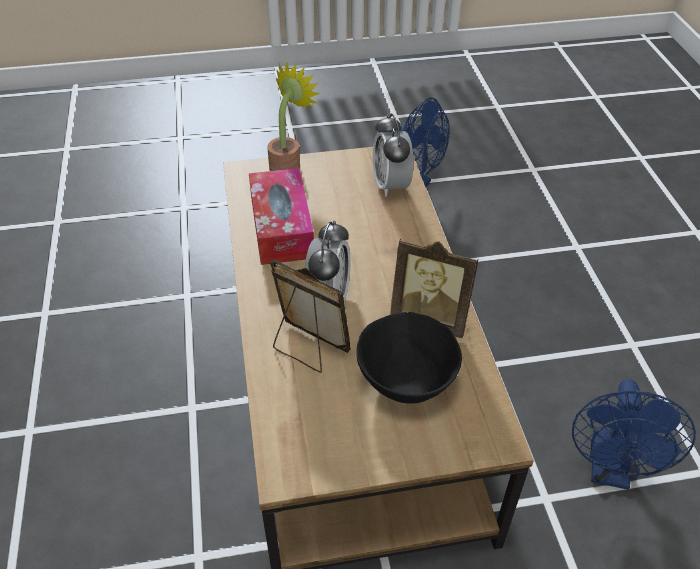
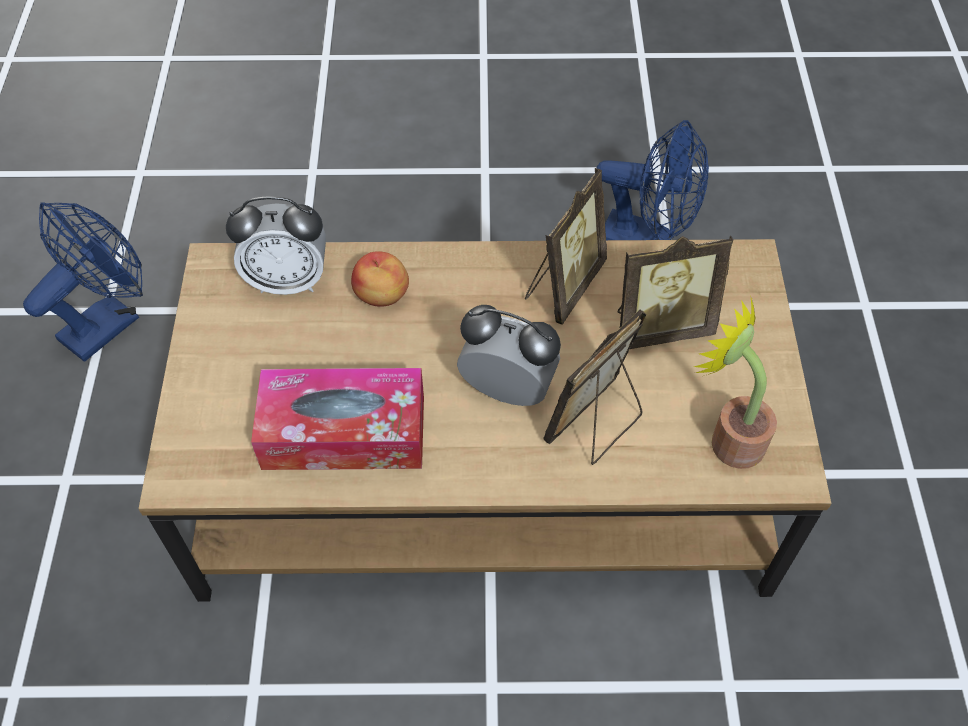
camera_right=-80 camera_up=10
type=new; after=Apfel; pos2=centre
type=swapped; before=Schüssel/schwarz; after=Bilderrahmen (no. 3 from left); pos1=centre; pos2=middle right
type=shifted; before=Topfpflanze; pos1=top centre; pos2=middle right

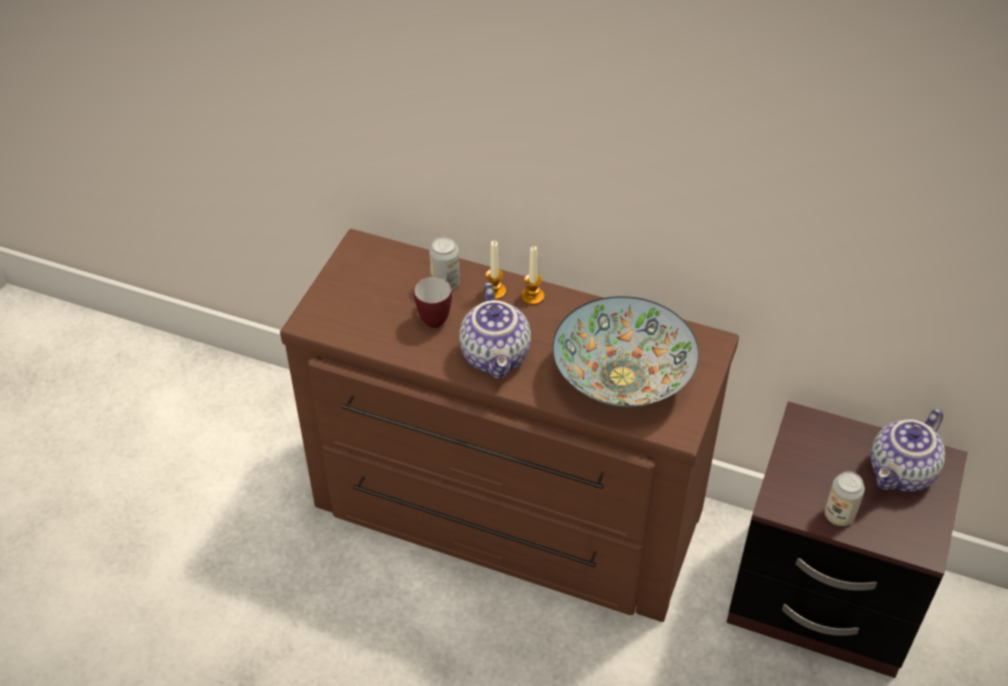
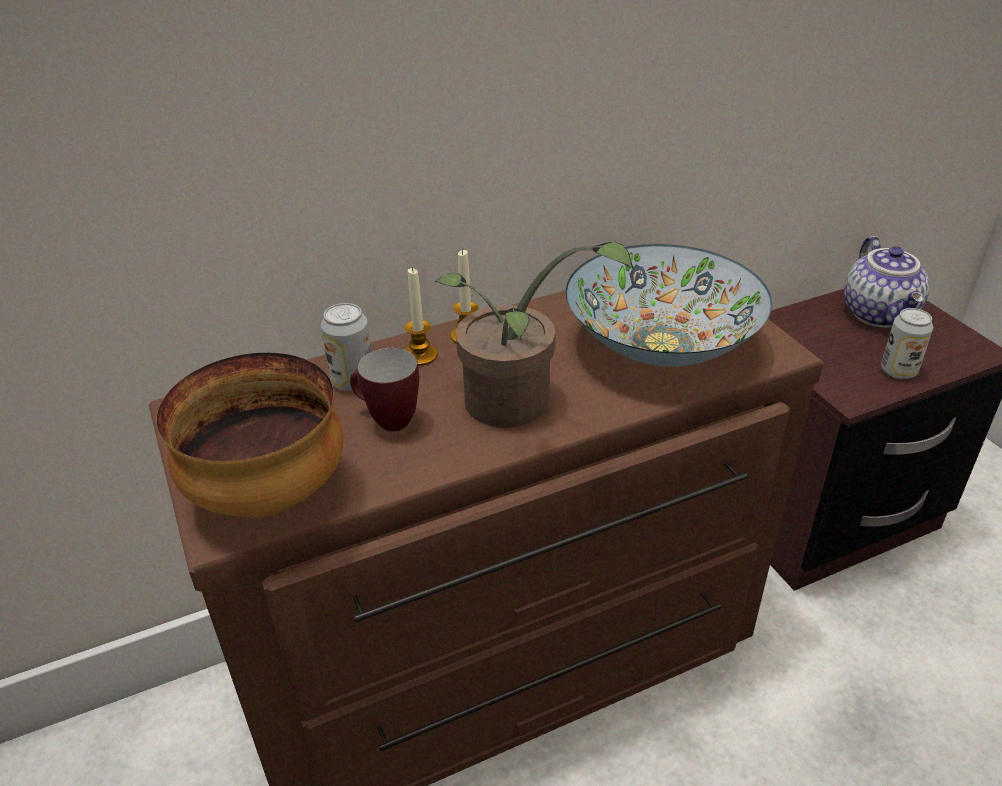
camera_right=-45 camera_up=-10
type=new; after=Schüssel (no. 1 from left); pos2=middle left
type=swapped; before=Teekanne (no. 1 from left); after=Topfpflanze; pos1=centre; pos2=centre

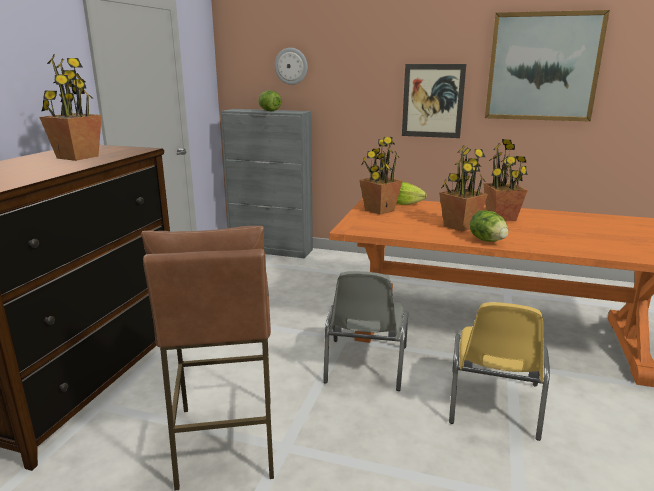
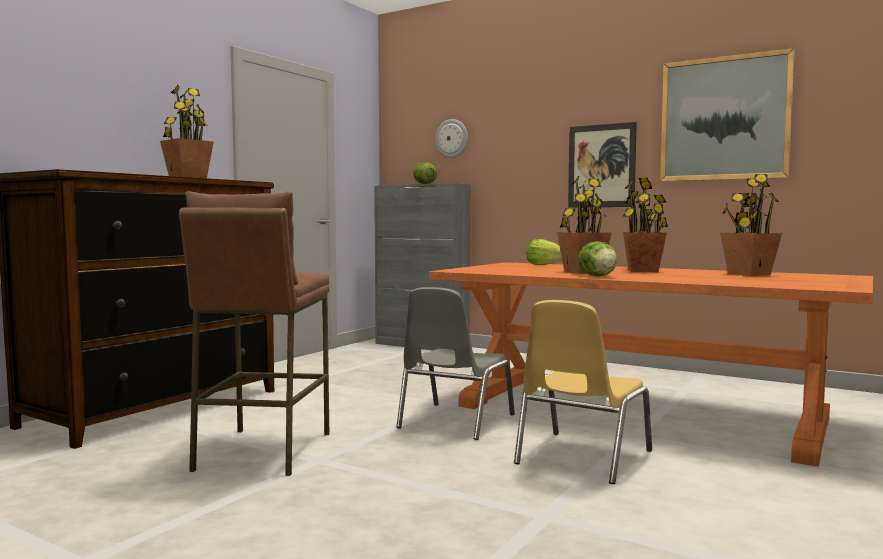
camera_right=15 camera_up=-15
type=shifted; before=Topfpflanze (no. 2 from left in the first image); after=Topfpflanze (no. 4 from left); pos1=centre; pos2=middle right

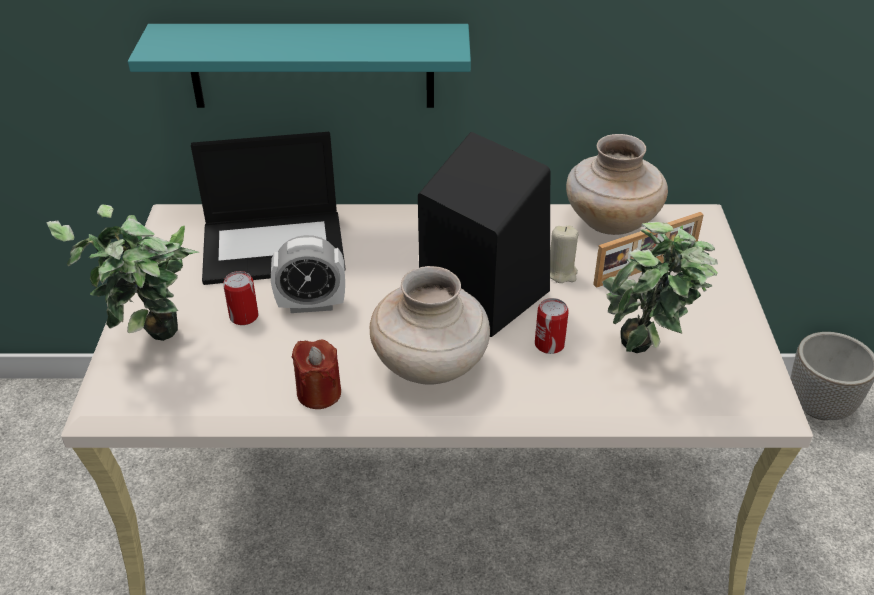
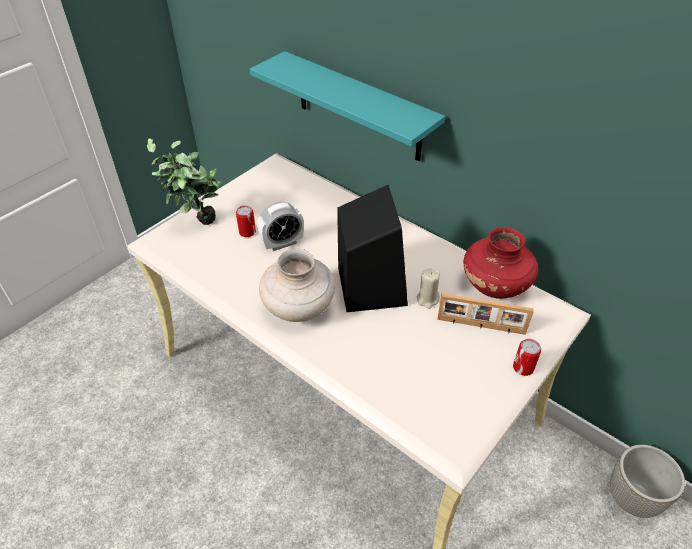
camera_right=40 camera_up=5
type=rotated; before=Wecker; pos1=centre; pos2=centre; turn=-60
type=repainted; before=Vase/beige (no. 2 from left); after=Vase/rot; pos1=top right; pos2=middle right
type=shifted; before=Dose (no. 2 from left); pos1=centre; pos2=middle right
type=gone; before=Laptop; pos1=middle left
type=gone; before=Kerze/rot; pos1=centre
type=gone; before=Topfpflanze (no. 2 from left); pos1=middle right

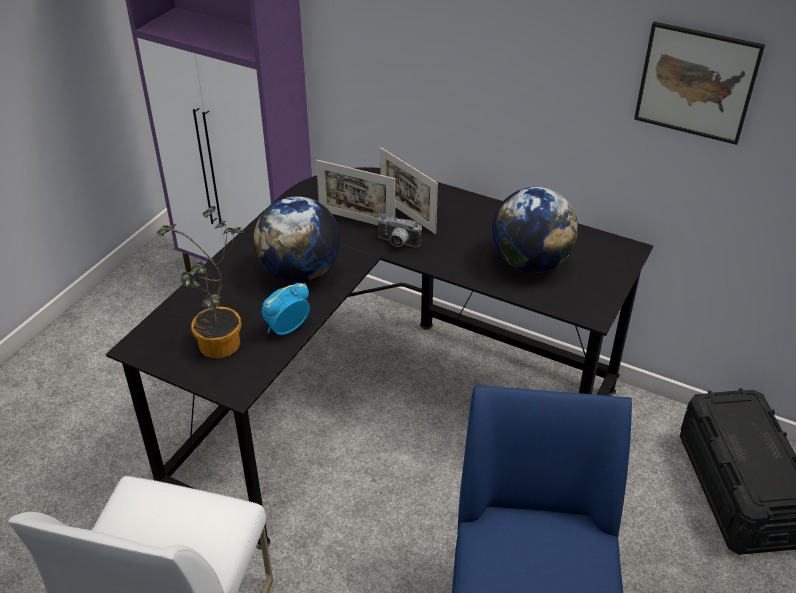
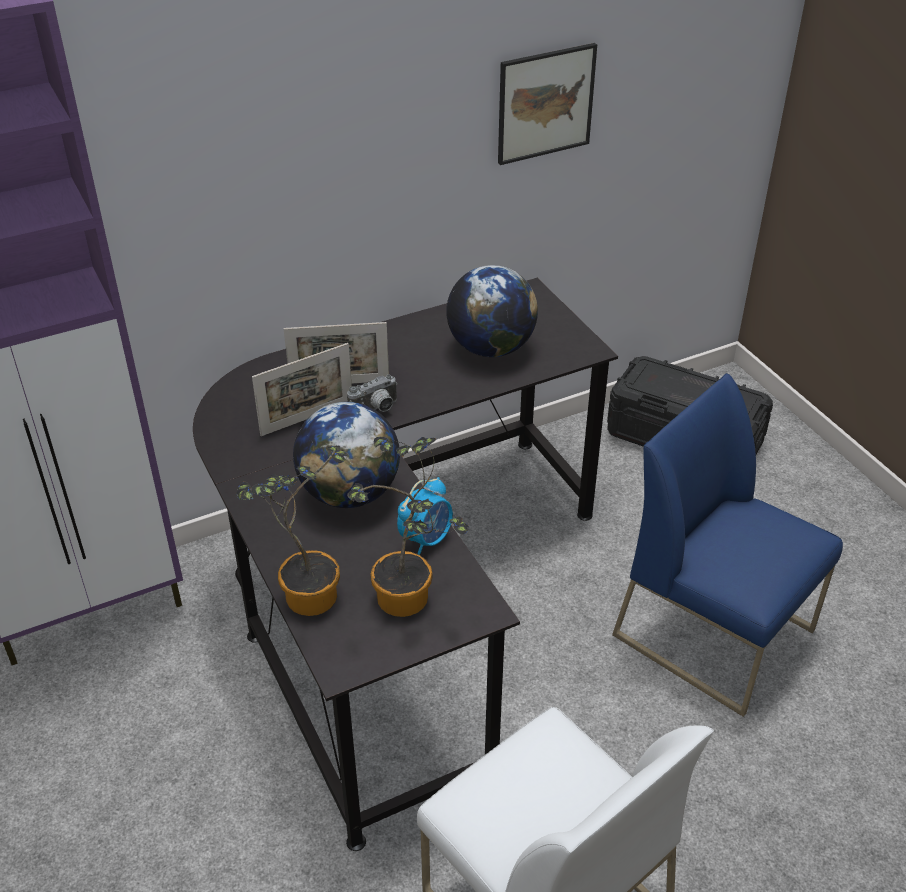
camera_right=-55 camera_up=0
type=new; after=Topfpflanze (no. 1 from left); pos2=middle left
type=rotated; before=Wecker; pos1=centre; pos2=centre; turn=-135

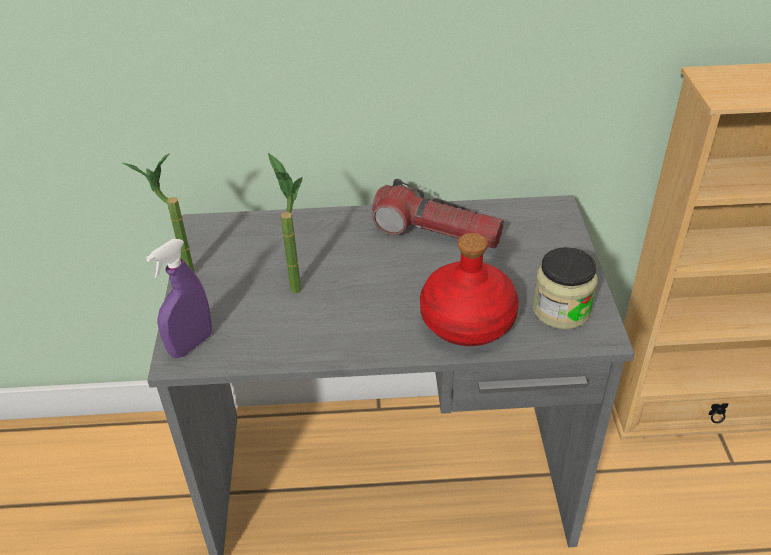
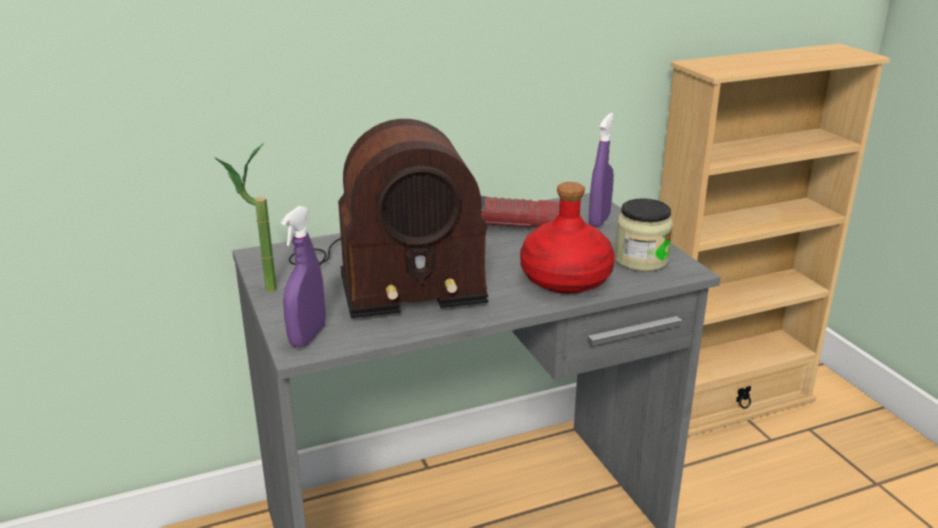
camera_right=-20 camera_up=-15
type=swapped; before=Topfpflanze (no. 2 from left); after=Radio; pos1=centre; pos2=centre
type=new; after=Sprühflasche/lila (no. 2 from left); pos2=top centre

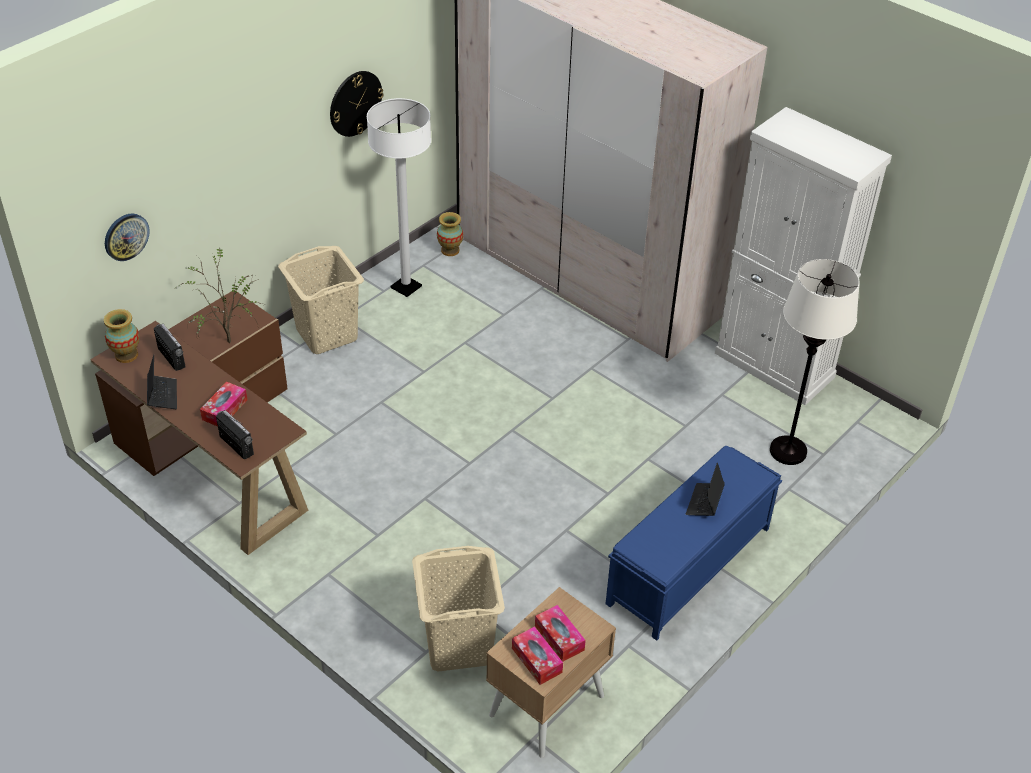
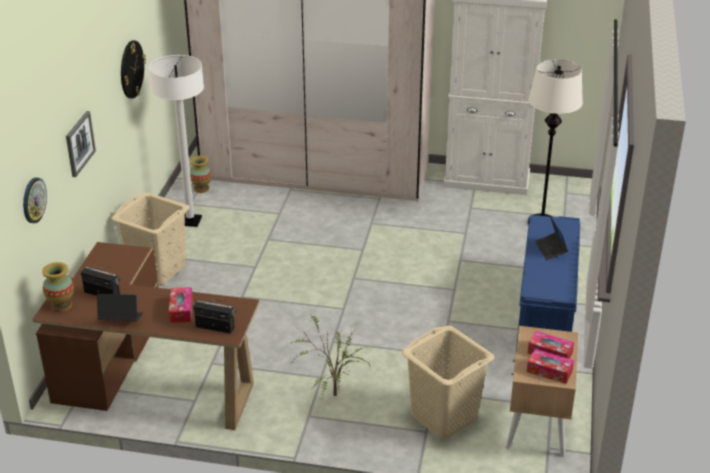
camera_right=-30 camera_up=-10
type=new; after=Bild; pos2=top left
type=rotated; before=Laptop (no. 1 from left); pos1=middle left; pos2=middle left; turn=-45
type=shifted; before=Topfpflanze; pos1=middle left; pos2=bottom centre

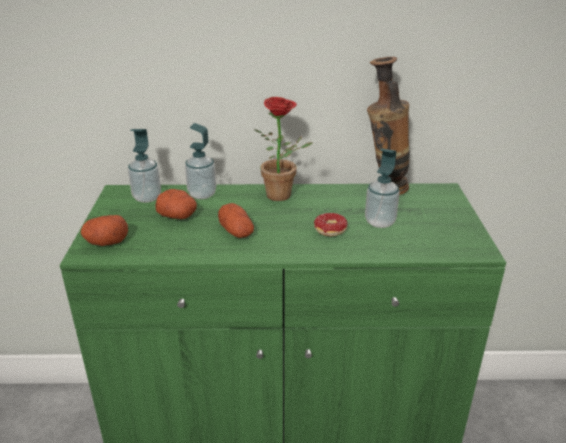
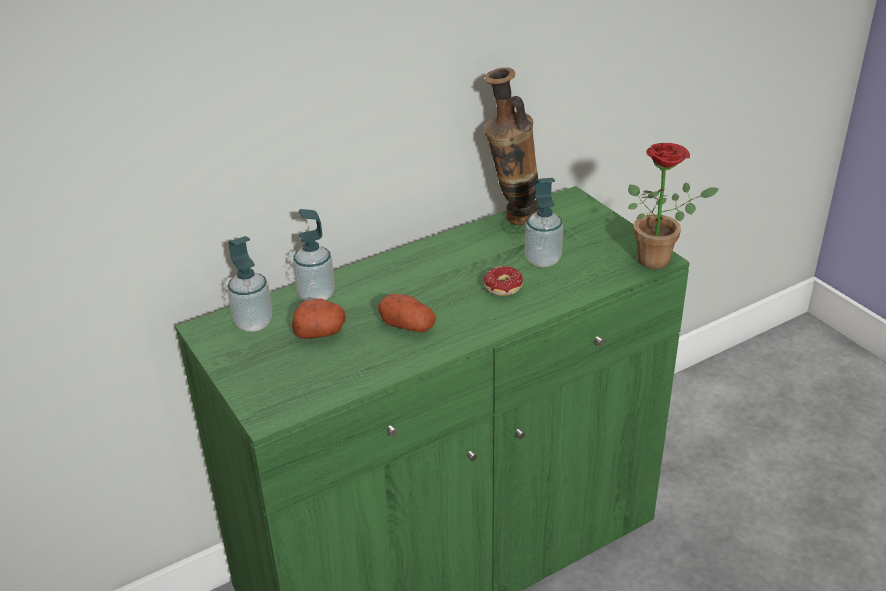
camera_right=-30 camera_up=5
type=shifted; before=Topfpflanze; pos1=centre; pos2=middle right
type=gone; before=Kartoffel (no. 1 from left); pos1=middle left

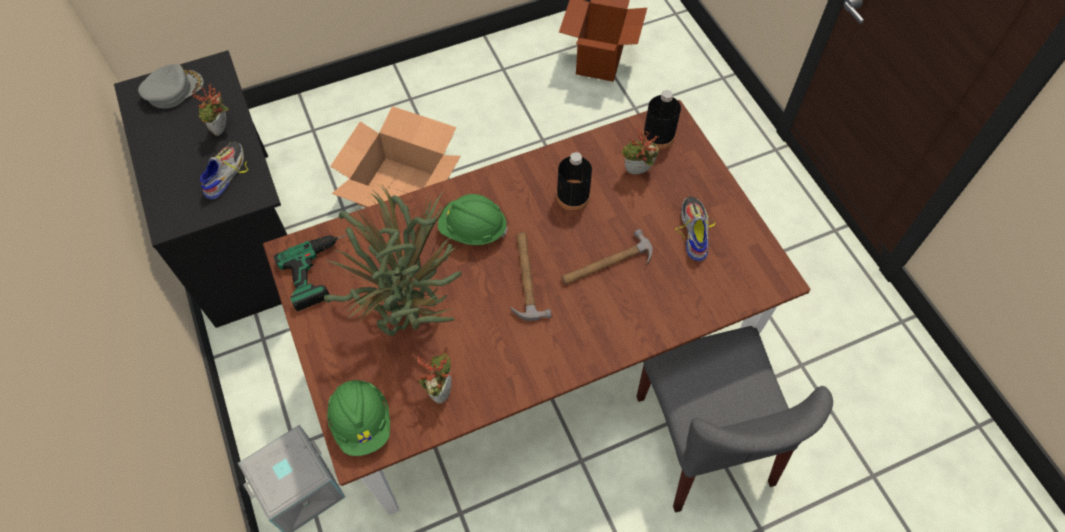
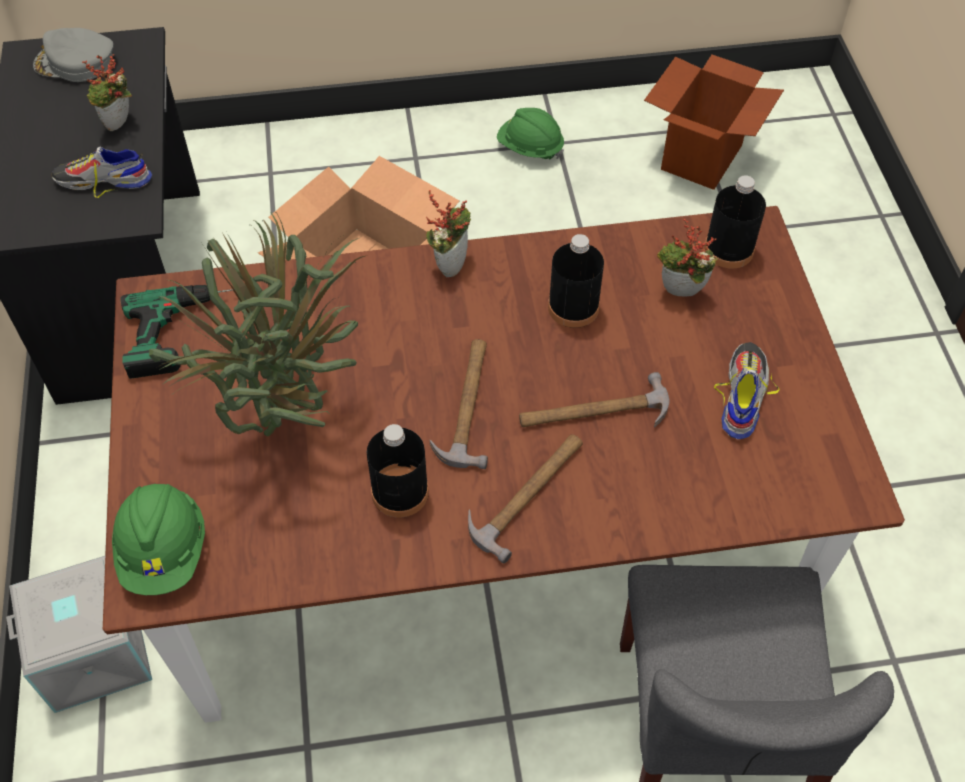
camera_right=15 camera_up=-5
type=rotated; before=Kappe/grau; pos1=top left; pos2=top left; turn=-150
type=rotated; before=Schuh (no. 1 from left); pos1=top left; pos2=top left; turn=-120
type=new; after=Flasche/schwarz (no. 1 from left); pos2=centre
type=shifted; before=Topfpflanze (no. 3 from left); pos1=bottom centre; pos2=top centre
type=new; after=Hammer (no. 2 from left); pos2=centre
type=shifted; before=Schutzhelm/grün (no. 2 from left); pos1=centre; pos2=top centre

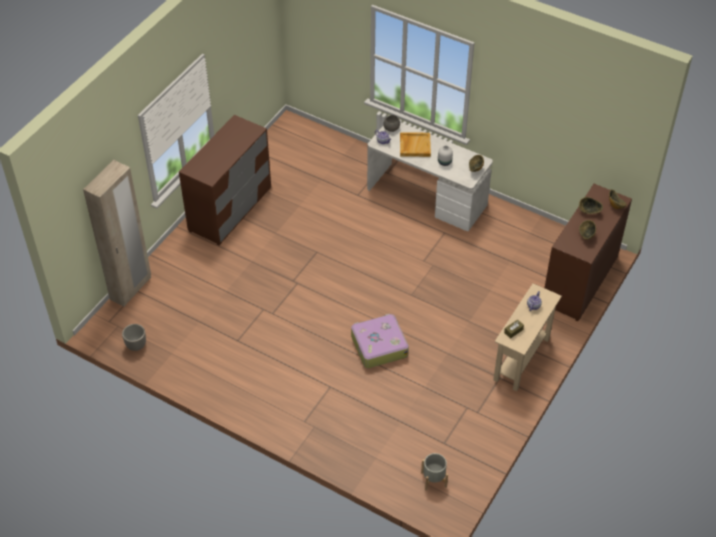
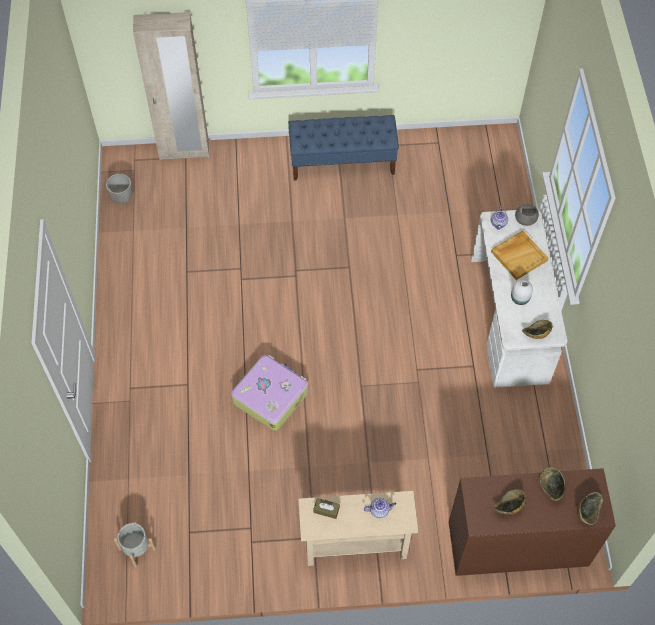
camera_right=55 camera_up=10
type=swapped; before=Kommode/braun (no. 1 from left); after=Bank/blau; pos1=middle left; pos2=top centre

